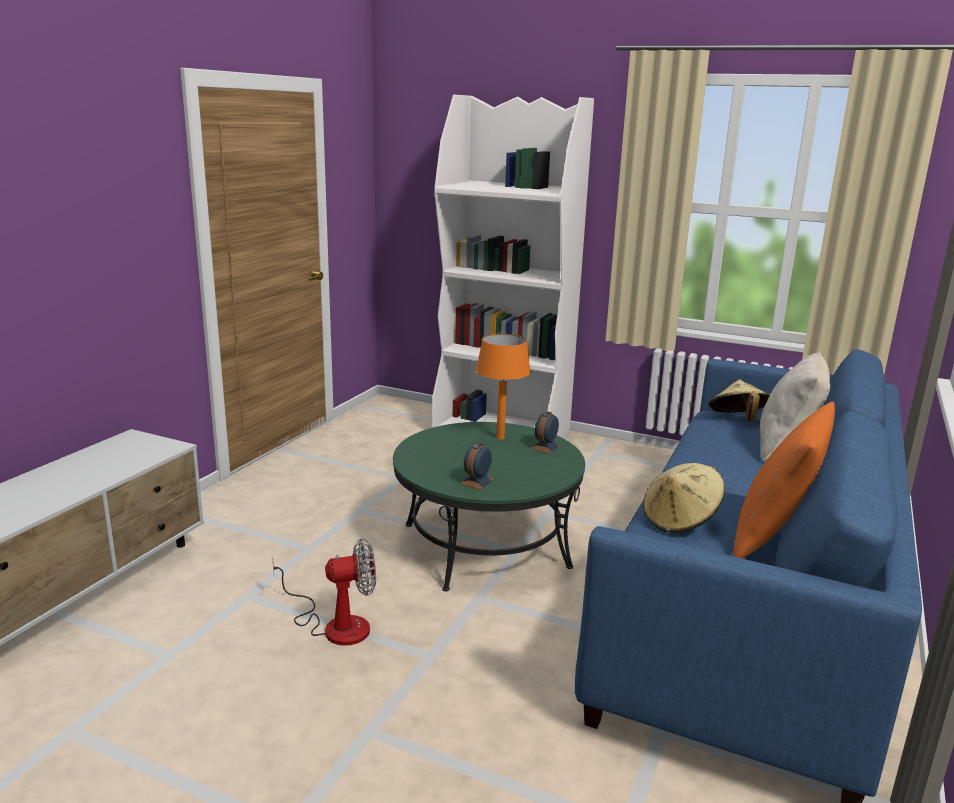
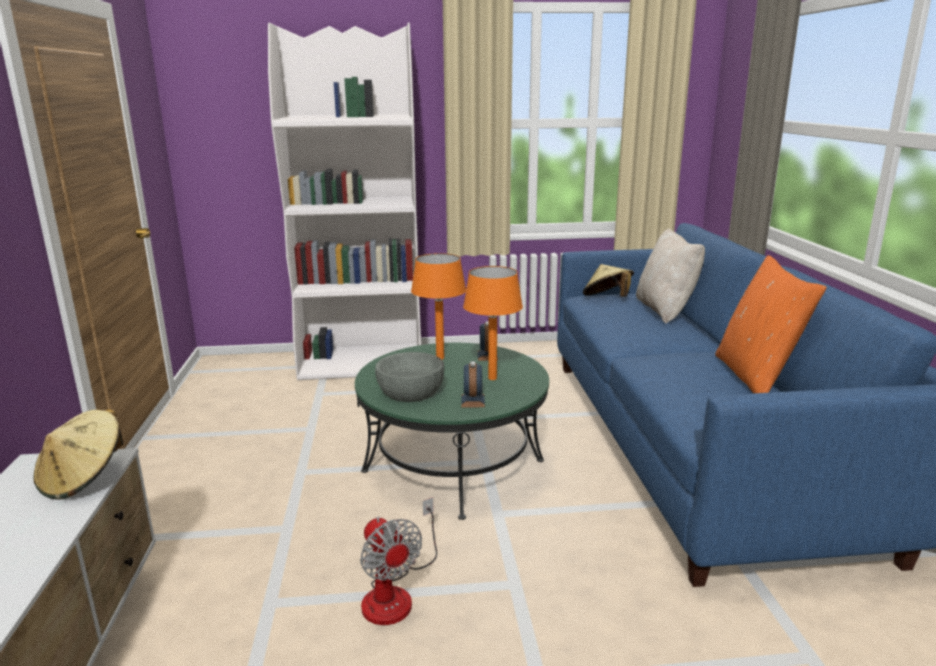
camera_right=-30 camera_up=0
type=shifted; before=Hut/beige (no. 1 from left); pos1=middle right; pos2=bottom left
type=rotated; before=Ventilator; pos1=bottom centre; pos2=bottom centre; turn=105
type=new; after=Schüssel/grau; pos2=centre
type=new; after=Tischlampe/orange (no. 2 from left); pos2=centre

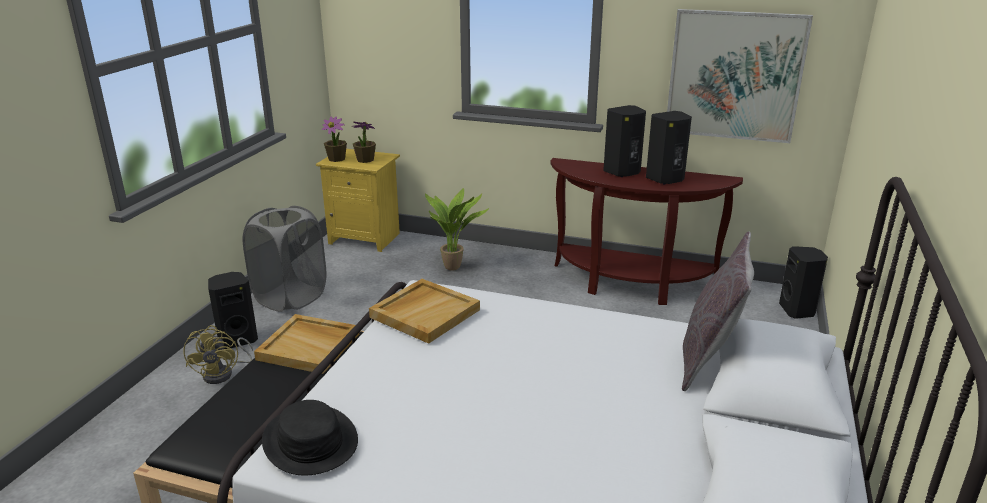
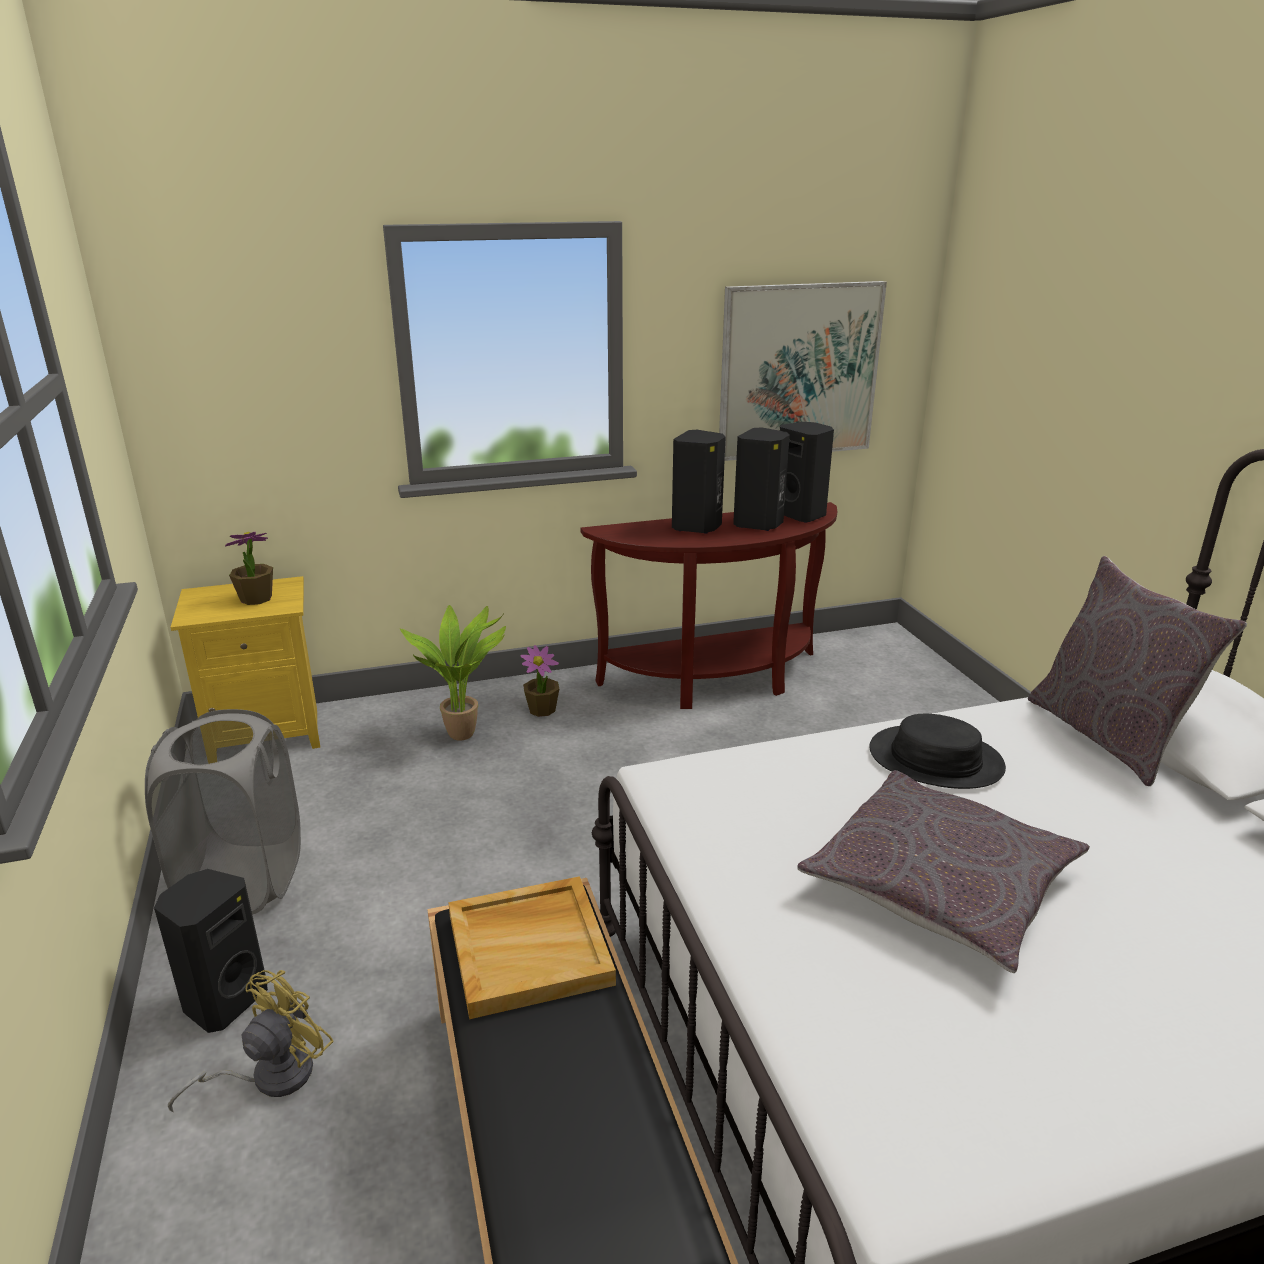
camera_right=-35 camera_up=0
type=rotated; before=Ventilator/gelb; pos1=bottom left; pos2=bottom left; turn=-105
type=shifted; before=Topfpflanze (no. 1 from left in the first image); after=Topfpflanze (no. 3 from left); pos1=top centre; pos2=centre
type=shifted; before=Lautsprecher/schwarz (no. 4 from left); pos1=middle right; pos2=centre
type=new; after=Kissen/grau (no. 1 from left); pos2=bottom right
type=shifted; before=Hut/schwarz; pos1=bottom left; pos2=middle right
type=gone; before=Tablett/beige (no. 2 from left); pos1=centre

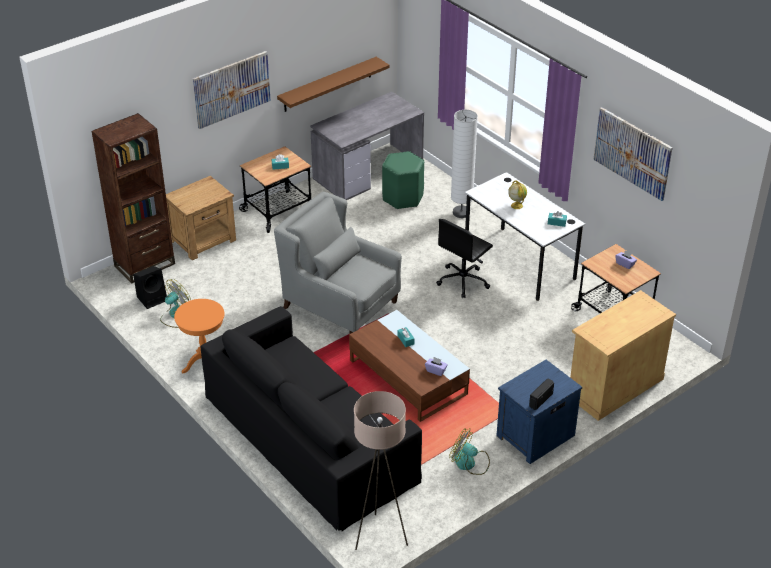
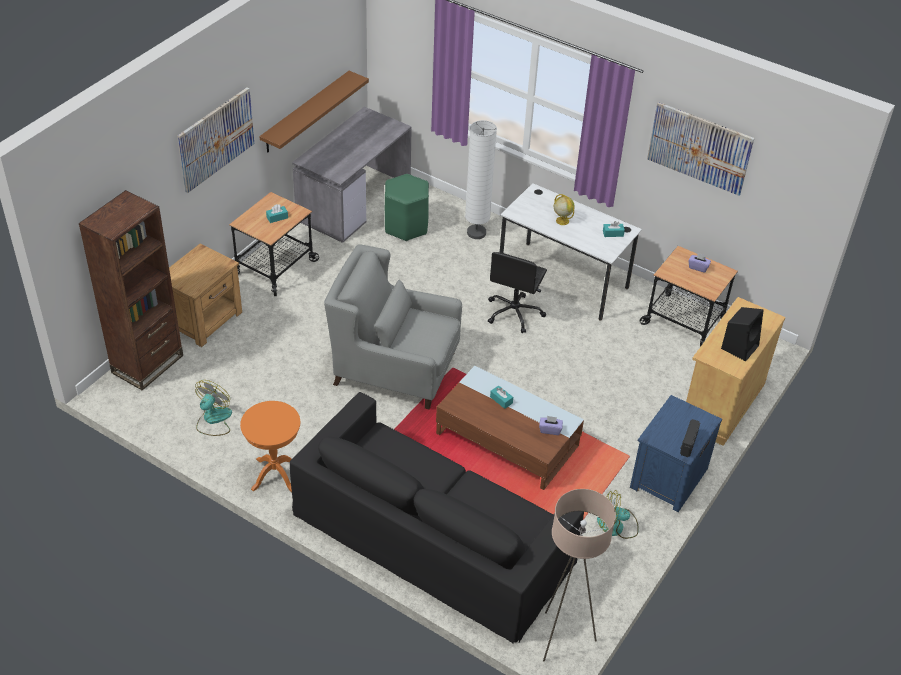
camera_right=-20 camera_up=5
type=shifted; before=Lautsprecher/schwarz; pos1=middle left; pos2=middle right

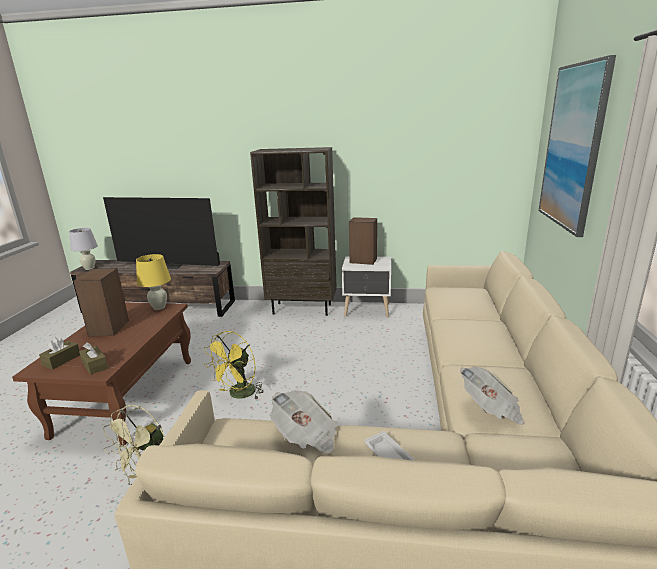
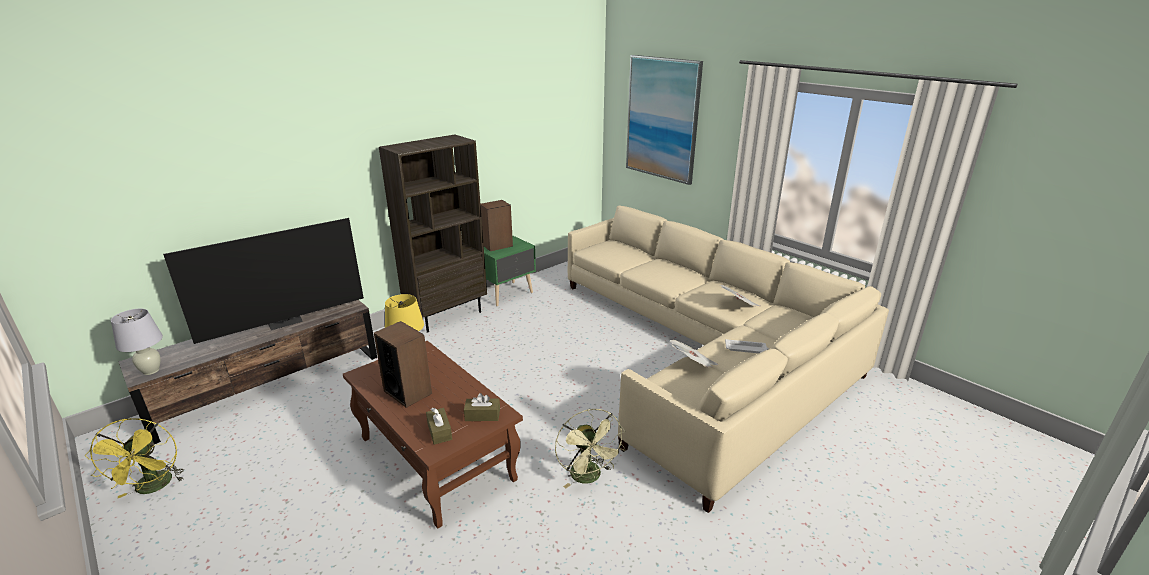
camera_right=-50 camera_up=5
type=shifted; before=Ventilator/gelb; pos1=centre; pos2=bottom left
type=repainted; before=Nachttisch/weiß; after=Nachttisch/grün; pos1=centre; pos2=centre

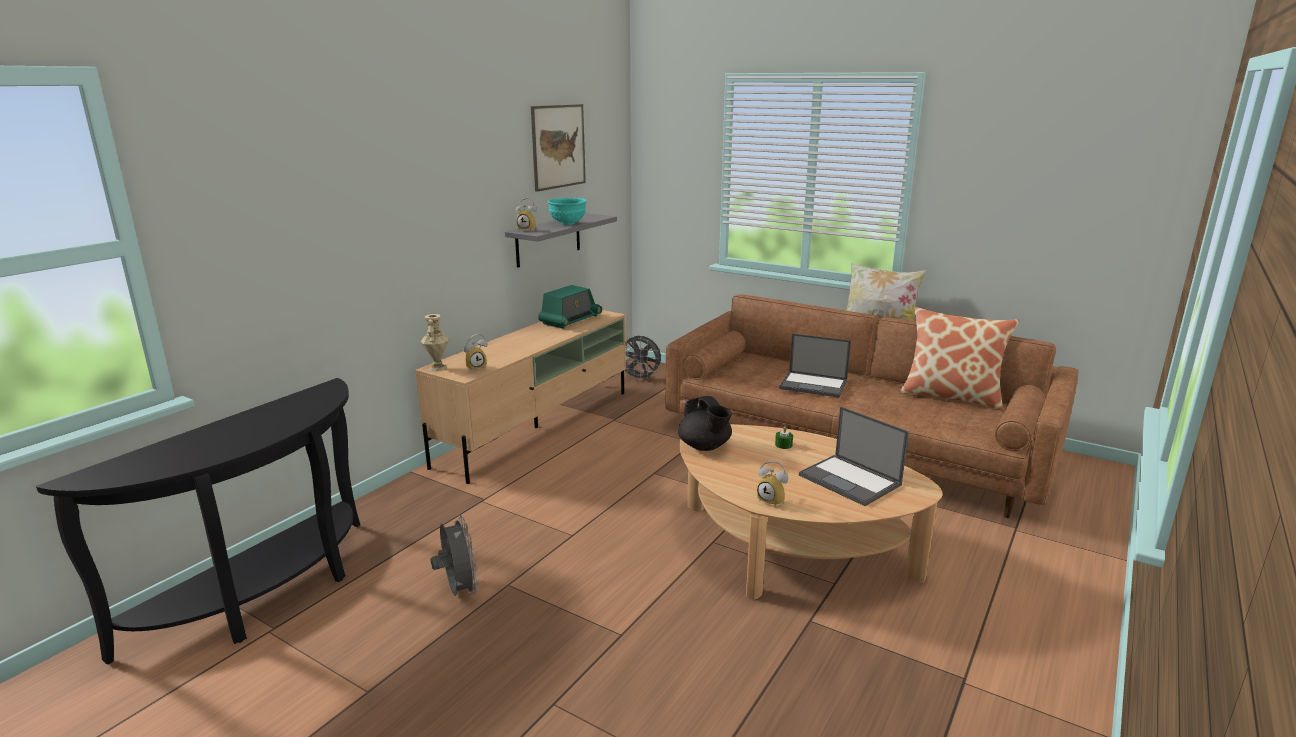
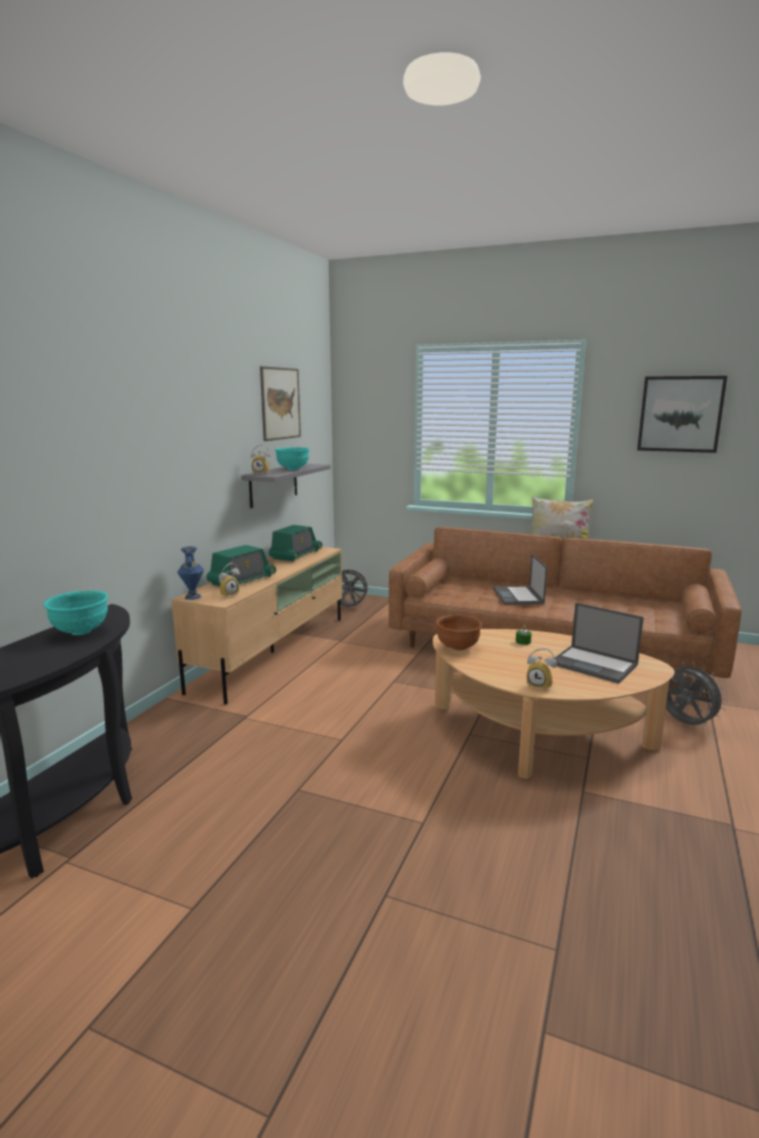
camera_right=-10 camera_up=-5
type=new; after=Schüssel/türkis (no. 1 from left); pos2=middle left
type=repainted; before=Vase/beige; after=Vase/blau; pos1=centre; pos2=middle left
type=new; after=Radio (no. 1 from left); pos2=middle left
type=swapped; before=Teekanne/schwarz; after=Schüssel/braun; pos1=centre; pos2=centre
type=rotated; before=Laptop (no. 1 from left); pos1=centre; pos2=middle right; turn=75
type=new; after=Bild (no. 2 from left); pos2=middle right
type=shifted; before=Ventilator/grau (no. 1 from left in the first image); after=Ventilator/grau (no. 2 from left); pos1=bottom centre; pos2=middle right
type=gone; before=Kissen (no. 2 from left); pos1=middle right

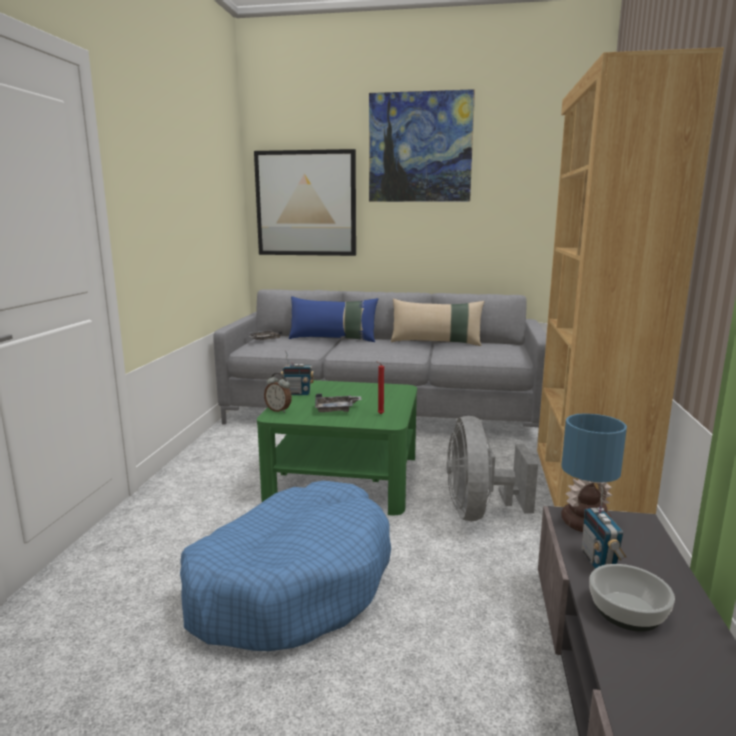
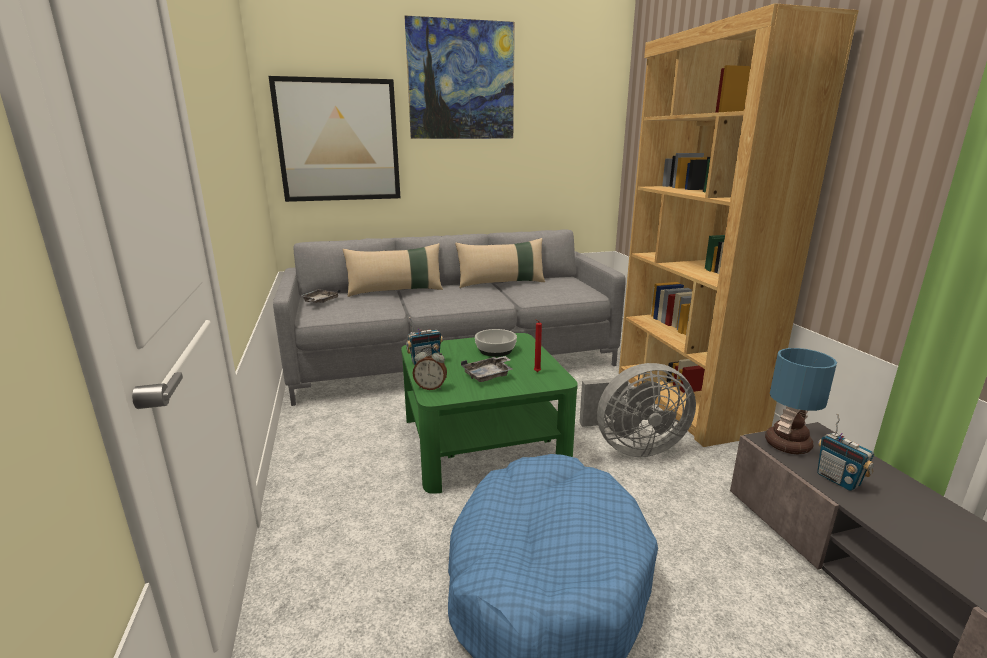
camera_right=-25 camera_up=5
type=repainted; before=Kissen/blau; after=Kissen/beige (no. 1 from left); pos1=centre; pos2=centre
type=shifted; before=Schüssel; pos1=bottom right; pos2=centre
type=rotated; before=Ventilator/grau; pos1=middle right; pos2=centre; turn=-75

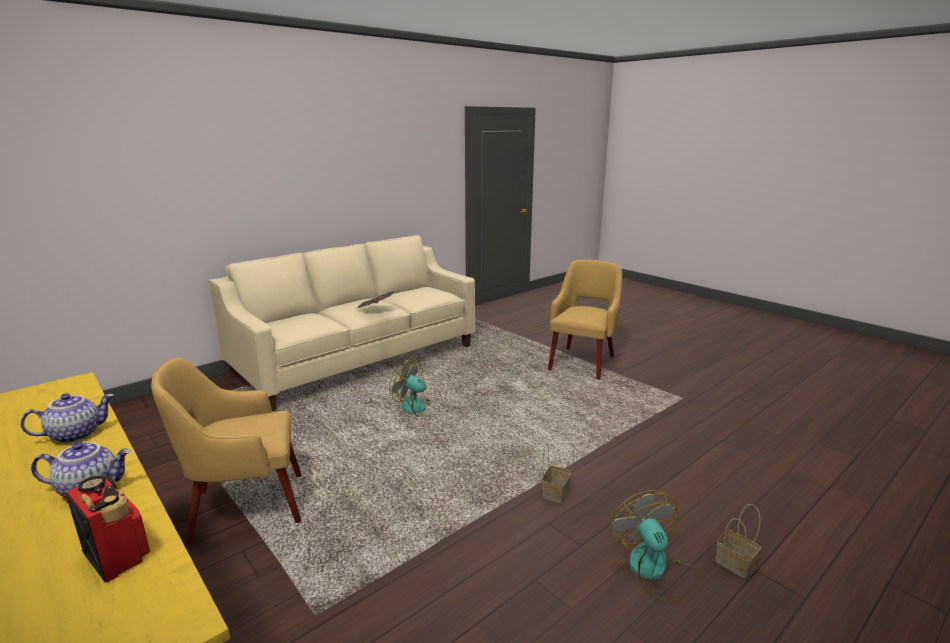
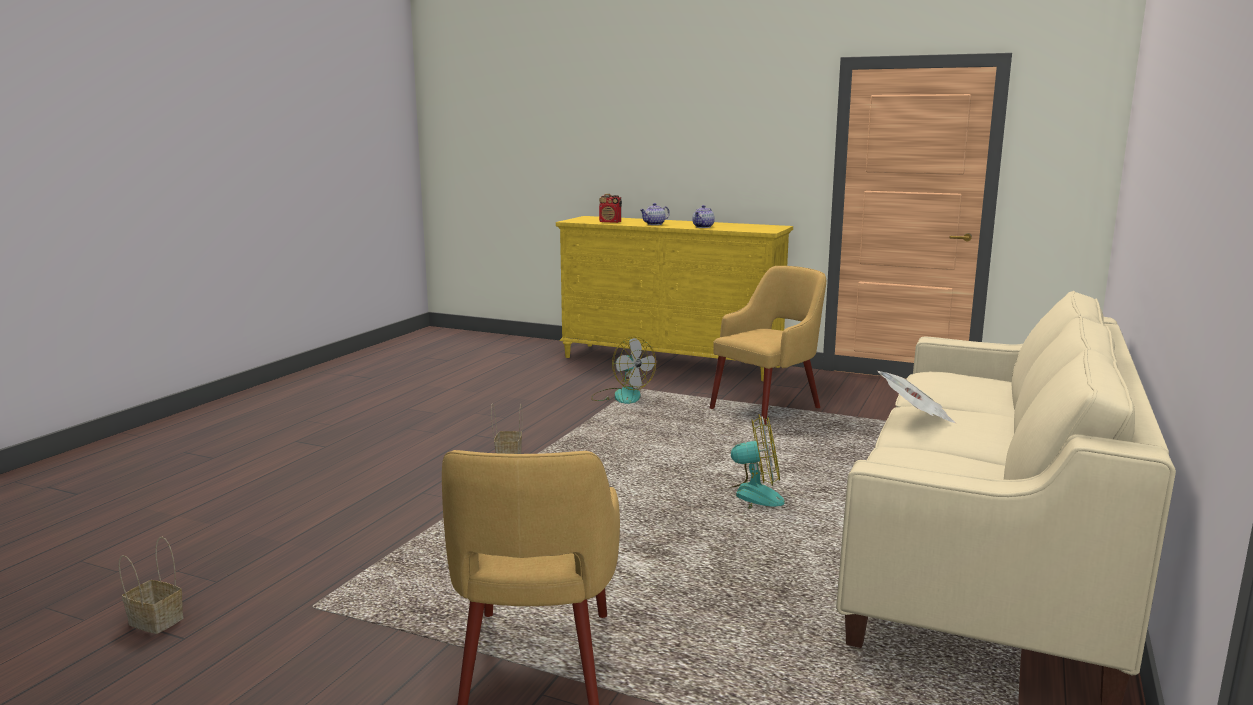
camera_right=155 camera_up=-5
type=shifted; before=Korb (no. 2 from left in the first image); after=Korb (no. 1 from left); pos1=bottom right; pos2=bottom left
type=shifted; before=Ventilator (no. 2 from left in the first image); after=Ventilator (no. 1 from left); pos1=bottom right; pos2=centre

